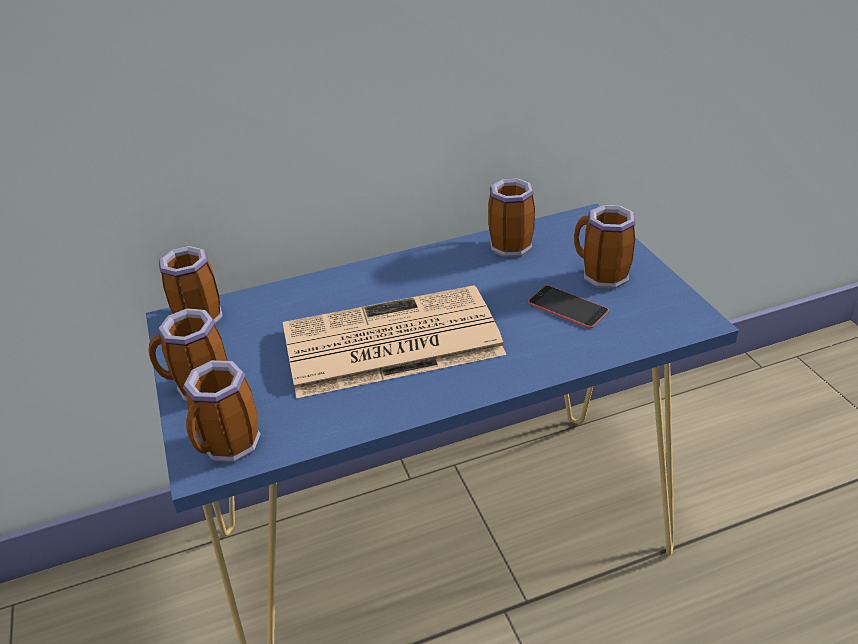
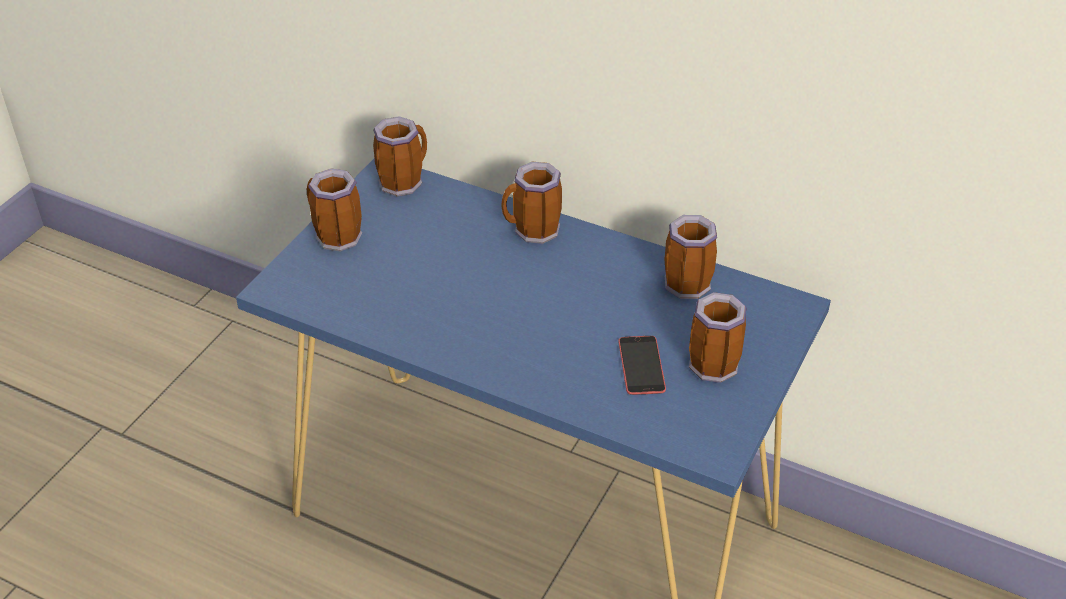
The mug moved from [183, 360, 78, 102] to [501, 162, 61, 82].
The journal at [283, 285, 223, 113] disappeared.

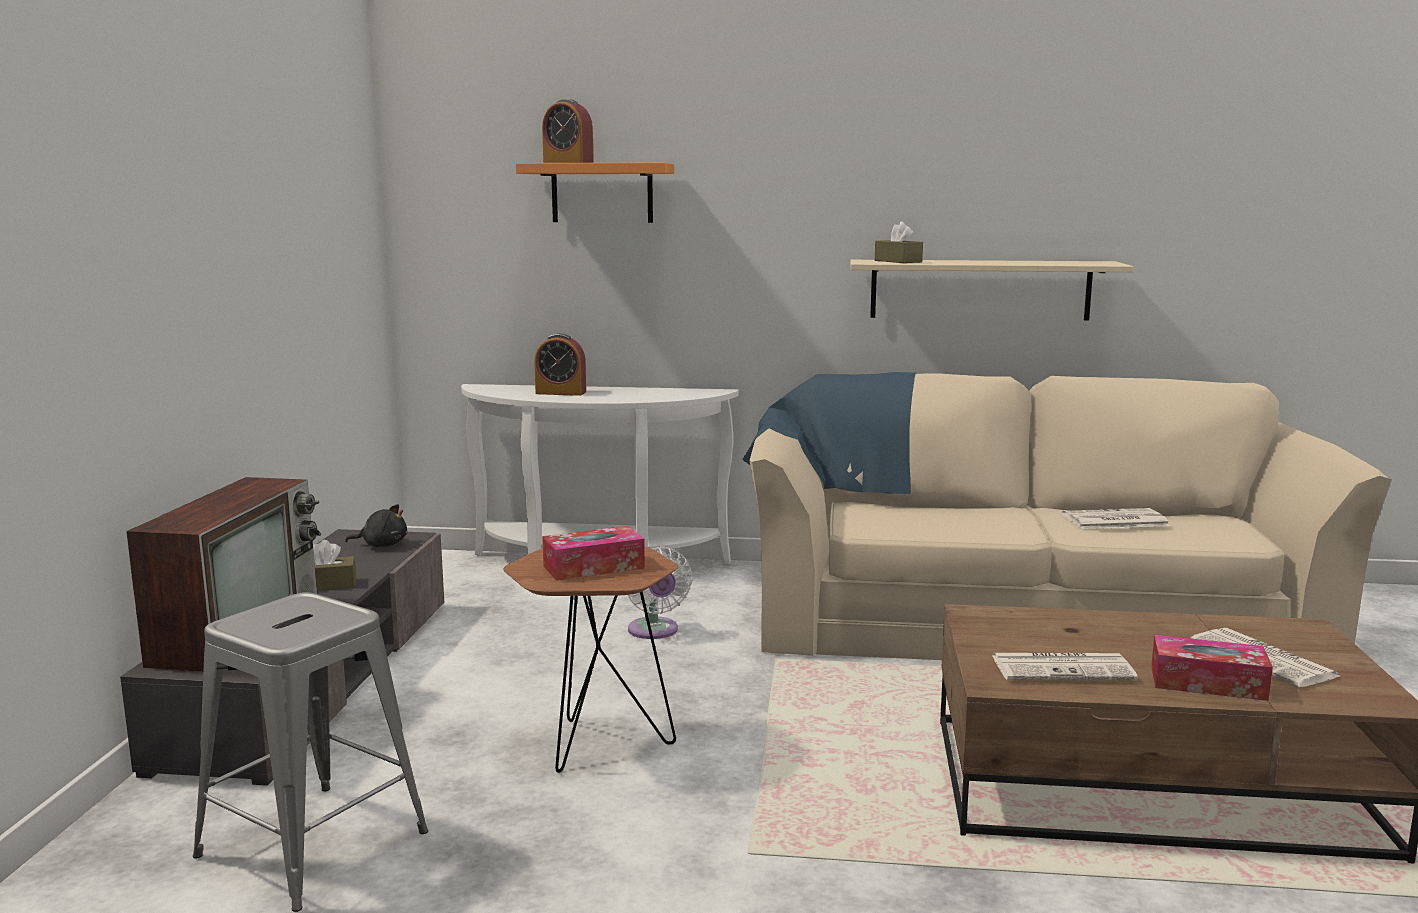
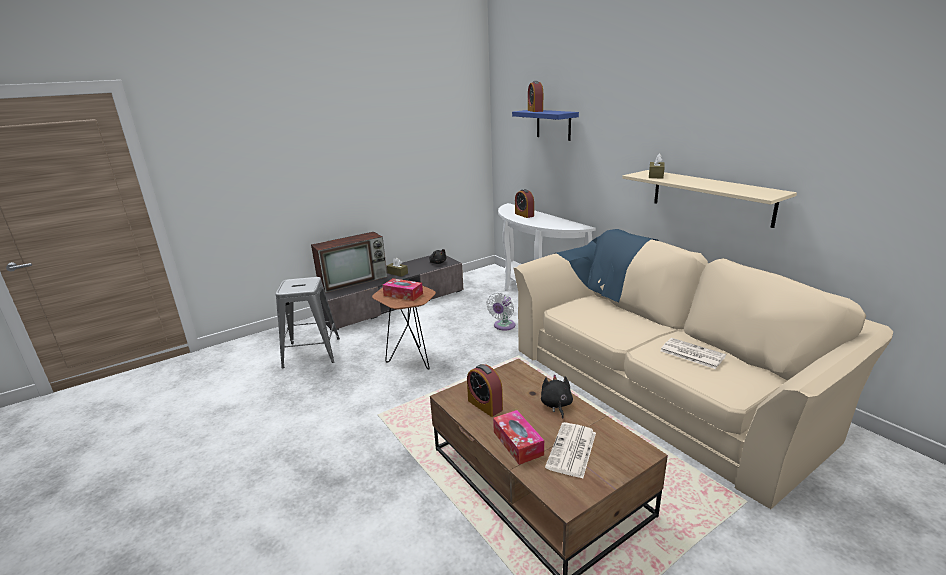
The journal at [992, 653, 146, 27] was replaced by the réveil at [467, 364, 36, 53].
The étagère/orange at [516, 163, 158, 60] became the étagère/bleu at [512, 110, 67, 31].
The peluche/noir at [541, 374, 32, 45] appeared.

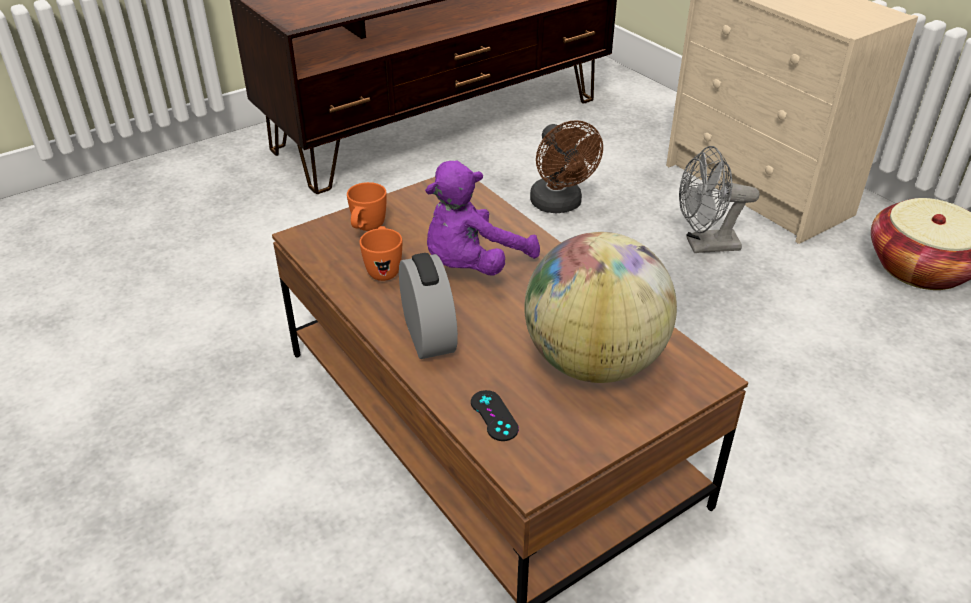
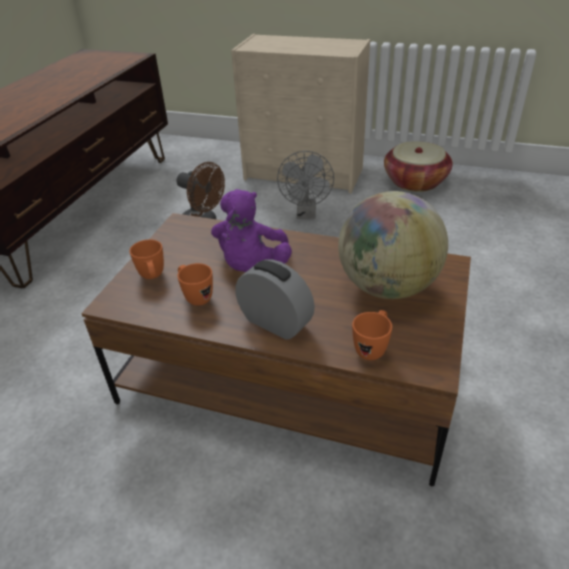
The ventilateur/gris at [679, 146, 81, 107] turned 45 degrees counterclockwise.
The manette/noir at [471, 390, 48, 51] was replaced by the mug/orange at [352, 310, 40, 50].

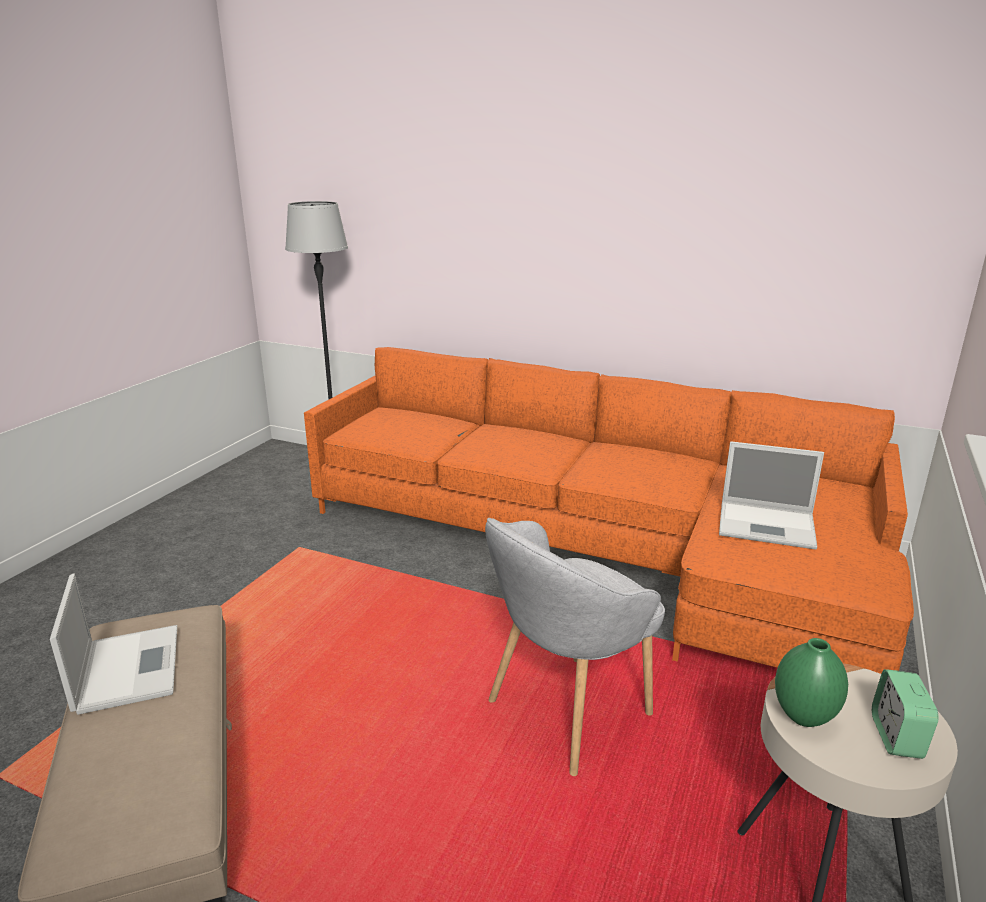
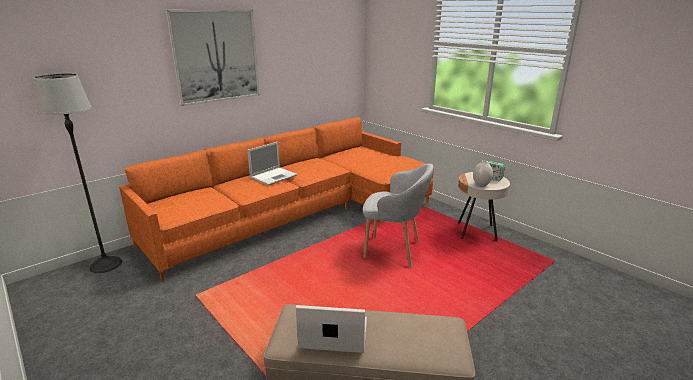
The tableau at [165, 10, 95, 96] appeared.
The ordinateur portable moved from [719, 441, 105, 109] to [247, 142, 50, 44].
The fauteuil/gris at [485, 518, 180, 258] turned 60 degrees counterclockwise.
The vase/vert at [775, 638, 73, 89] became the vase/blanc at [473, 160, 20, 27].

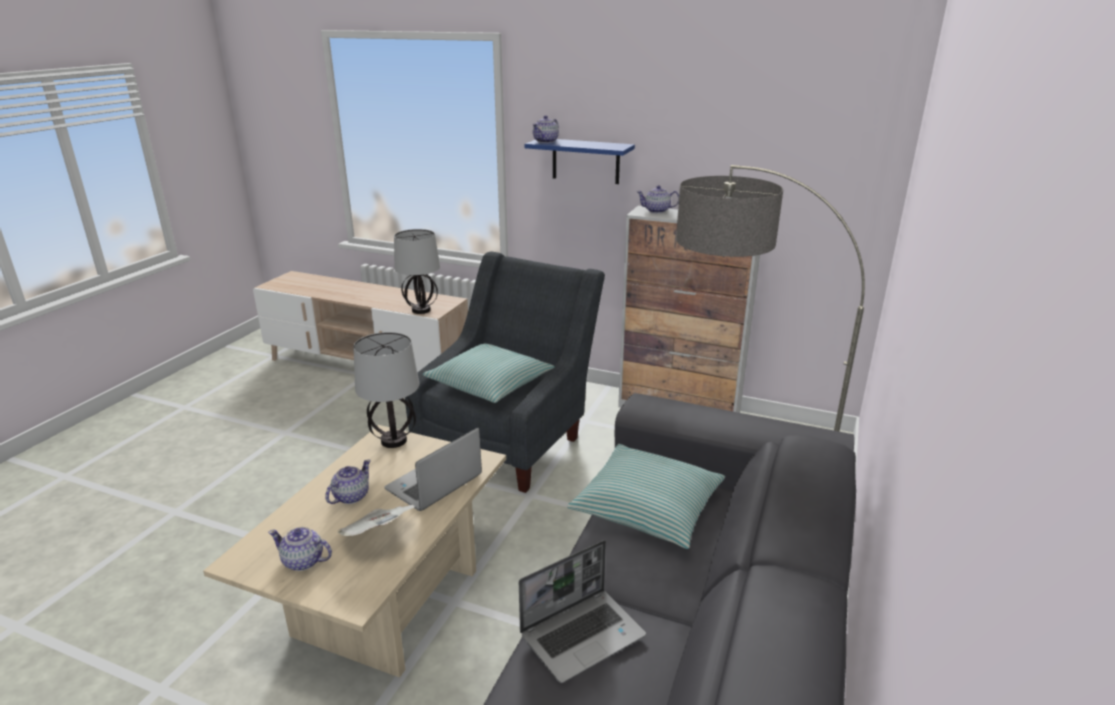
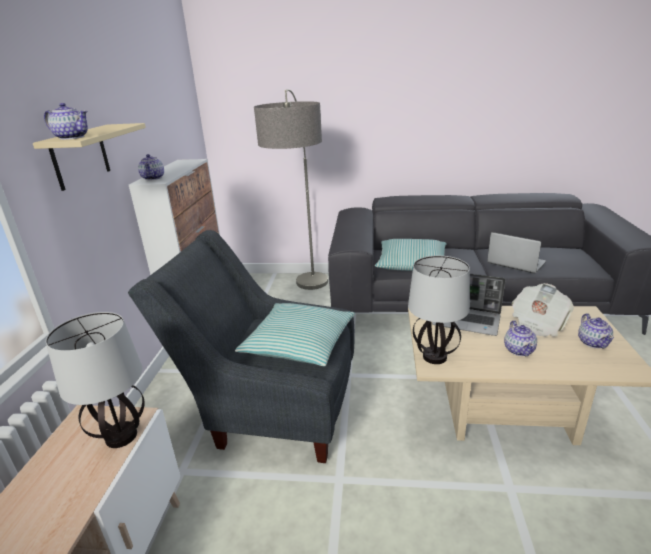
The étagère/bleu at [525, 139, 110, 45] became the étagère/beige at [33, 123, 113, 68].
The théière at [325, 460, 46, 44] turned 105 degrees counterclockwise.

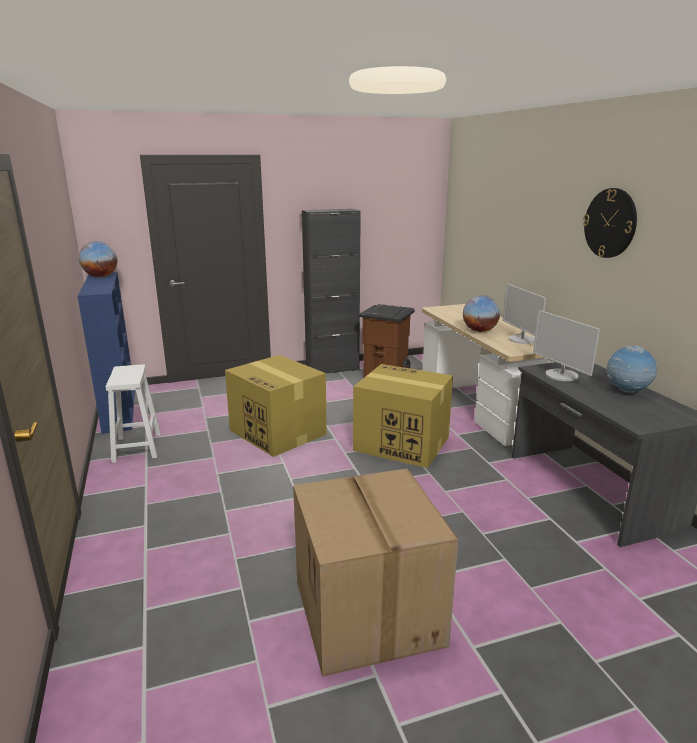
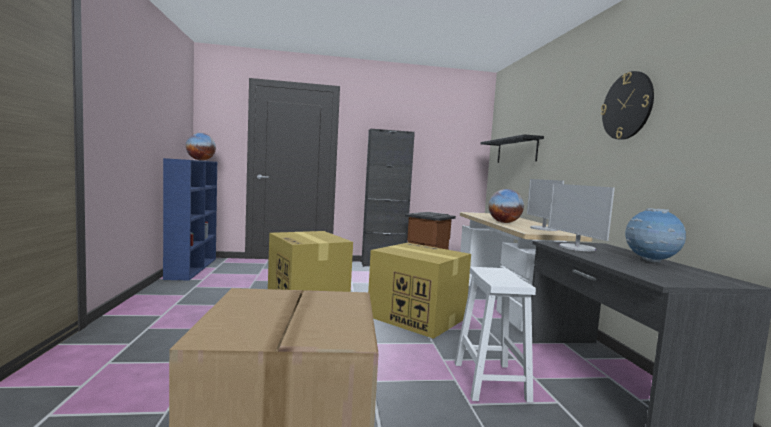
The tabouret/blanc moved from [106, 364, 55, 99] to [455, 267, 81, 136].
The étagère/noir at [481, 134, 63, 29] appeared.

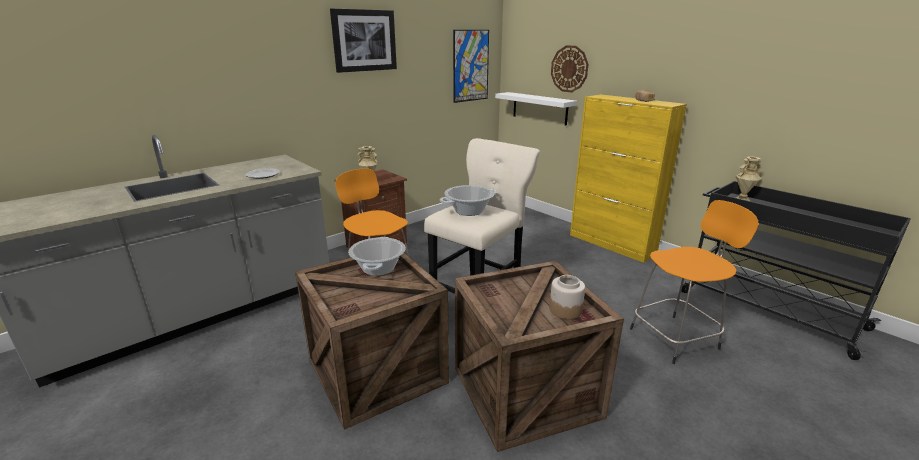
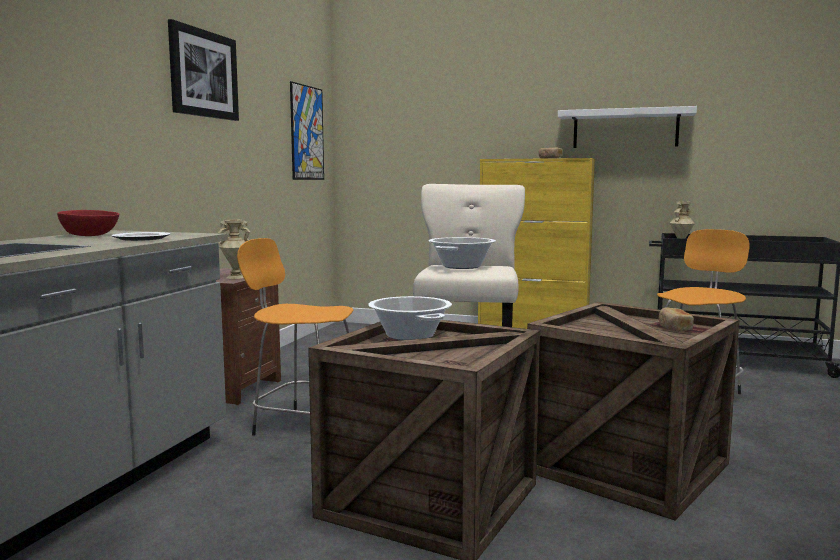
The bol/rouge at [57, 210, 62, 26] appeared.
The étagère/blanc moved from [495, 92, 82, 34] to [558, 106, 139, 42].
The bocal at [549, 275, 36, 44] was replaced by the pain at [659, 307, 35, 25].
The horloge murale at [551, 45, 38, 47] disappeared.

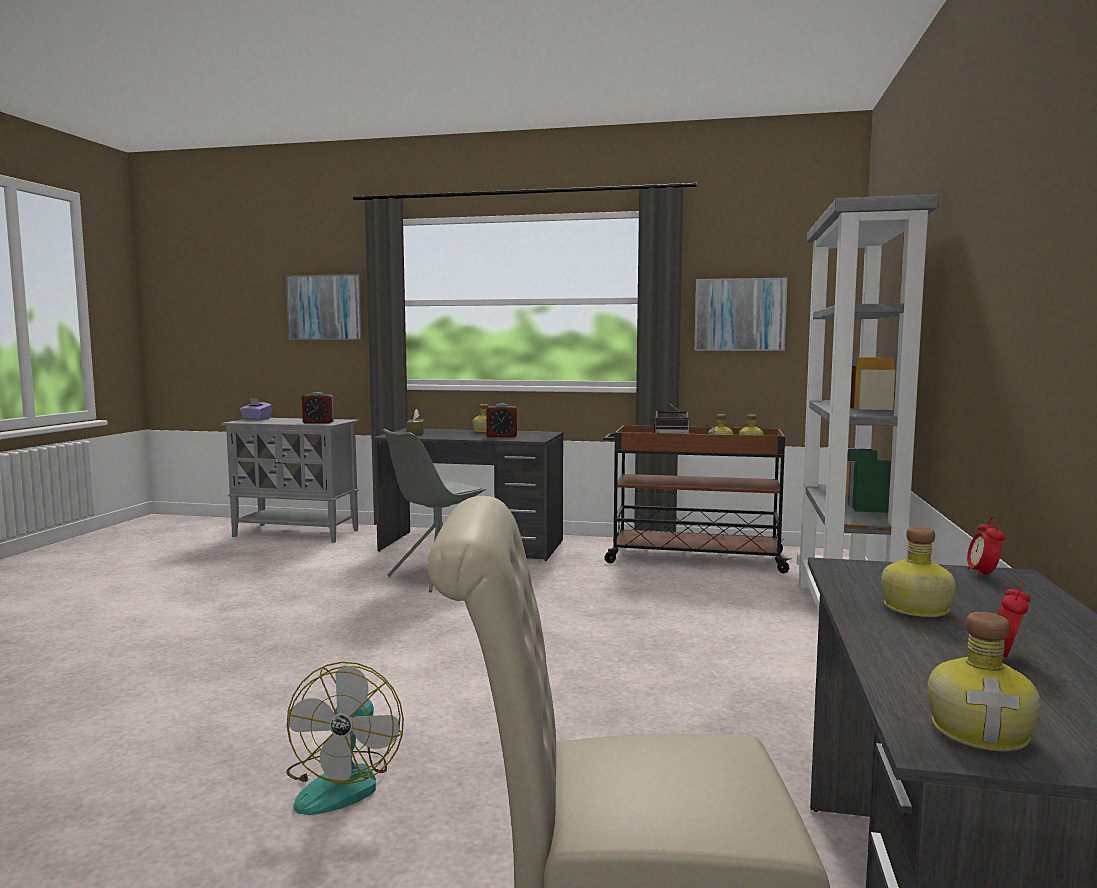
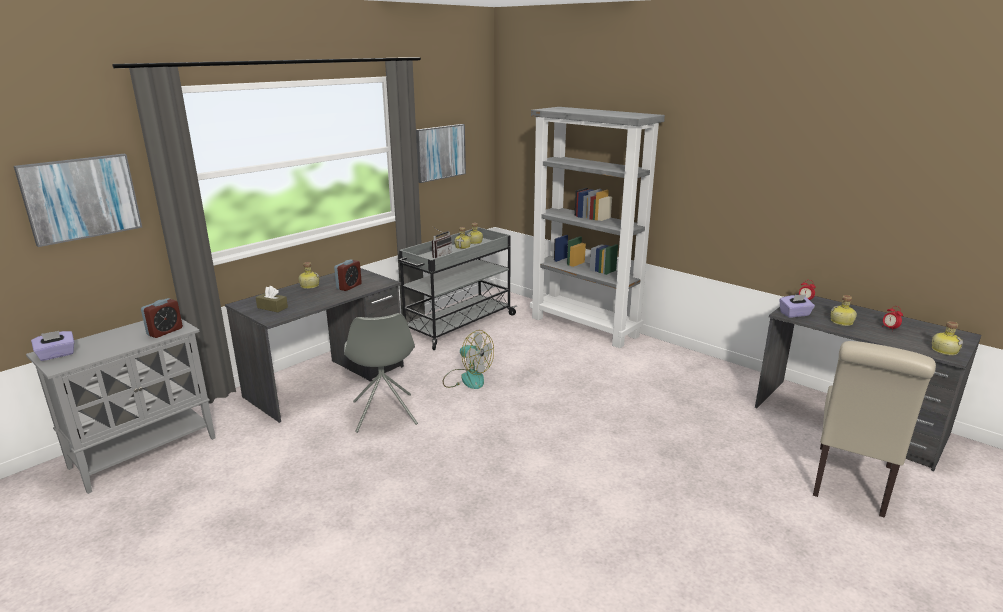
The chariot/marron at [604, 425, 188, 148] became the chariot/gris at [398, 227, 119, 123].
The ventilateur moved from [286, 662, 118, 153] to [443, 330, 51, 59].
The boîte à mouchoirs/violet at [779, 294, 36, 23] appeared.

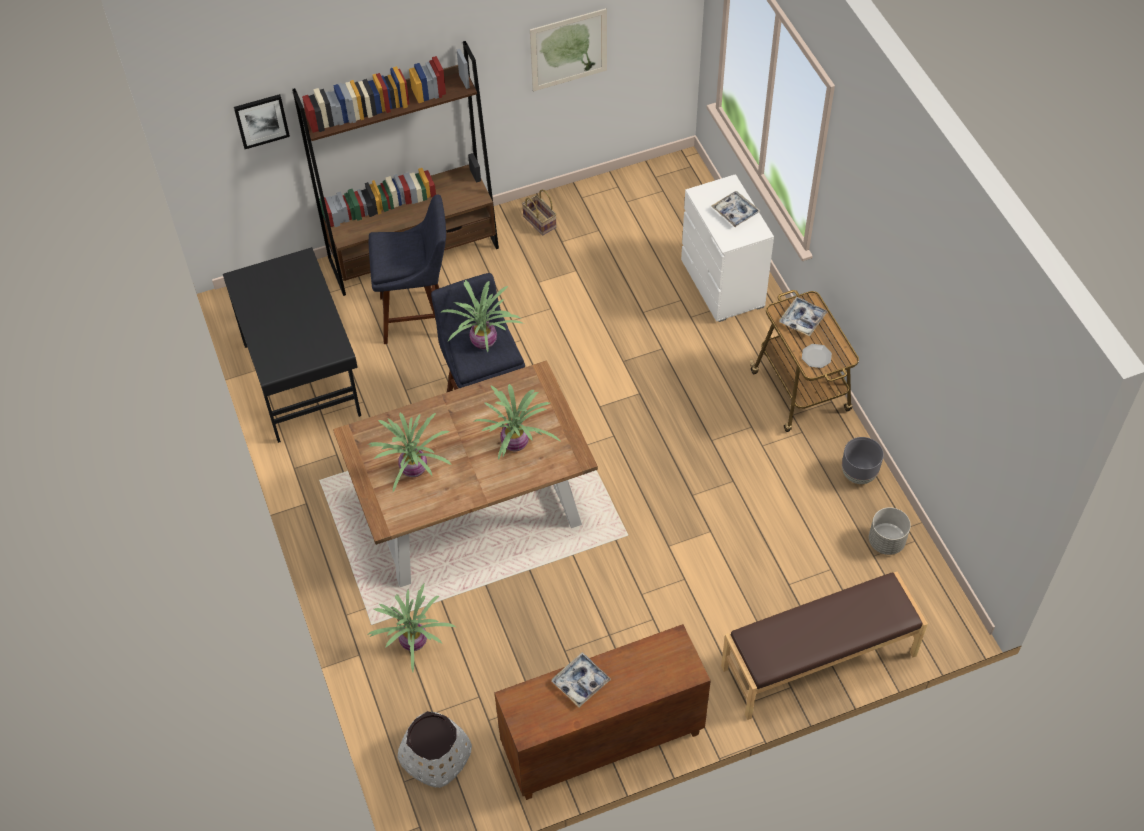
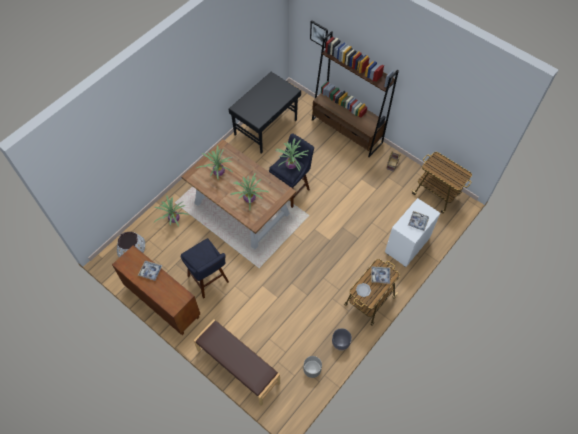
The tabouret/bleu moved from [368, 194, 78, 150] to [181, 238, 48, 61].
The chariot at [411, 152, 61, 62] appeared.
The tableau at [530, 8, 77, 84] disappeared.

